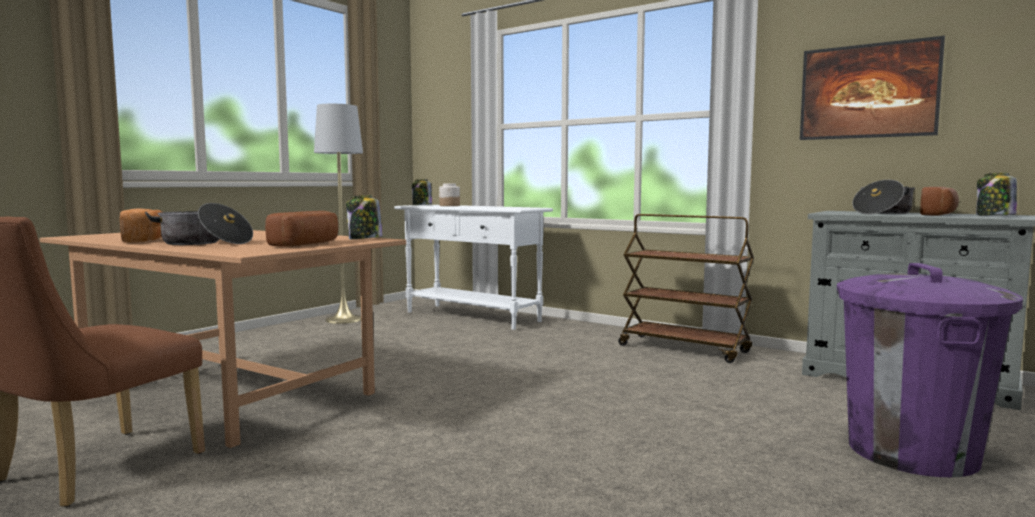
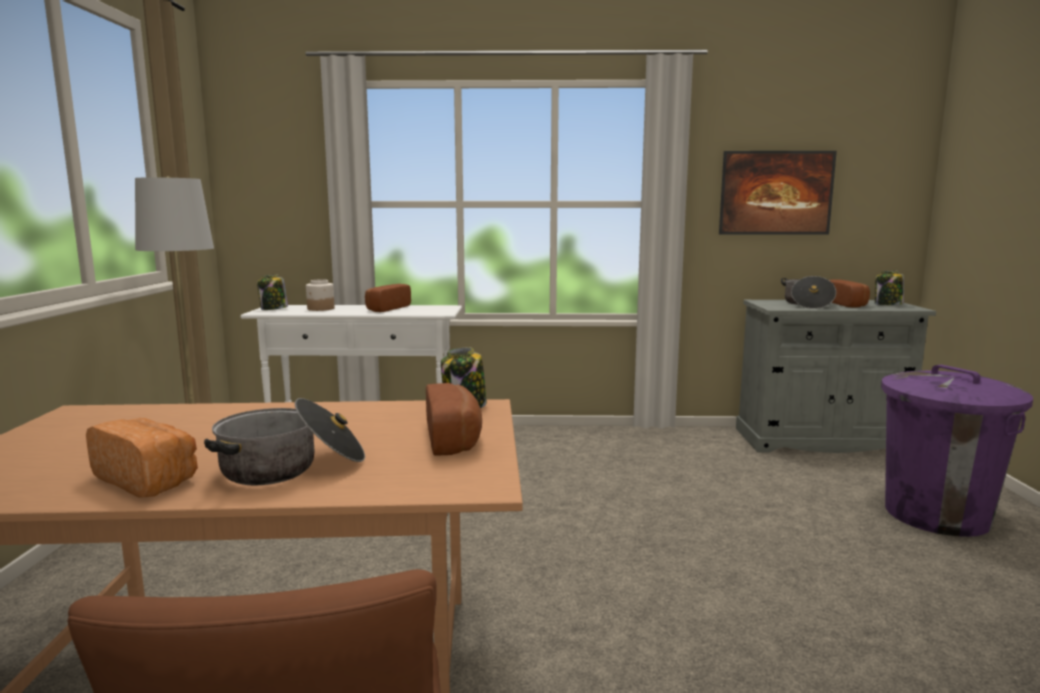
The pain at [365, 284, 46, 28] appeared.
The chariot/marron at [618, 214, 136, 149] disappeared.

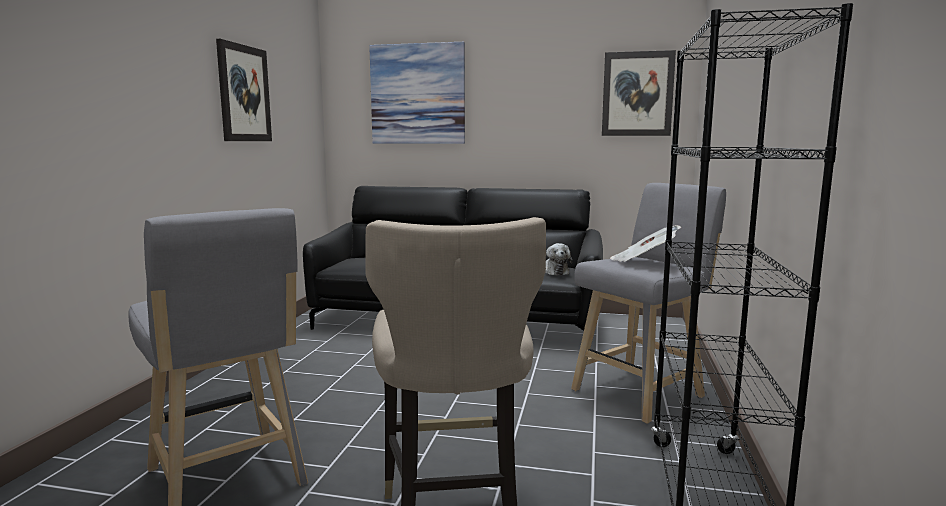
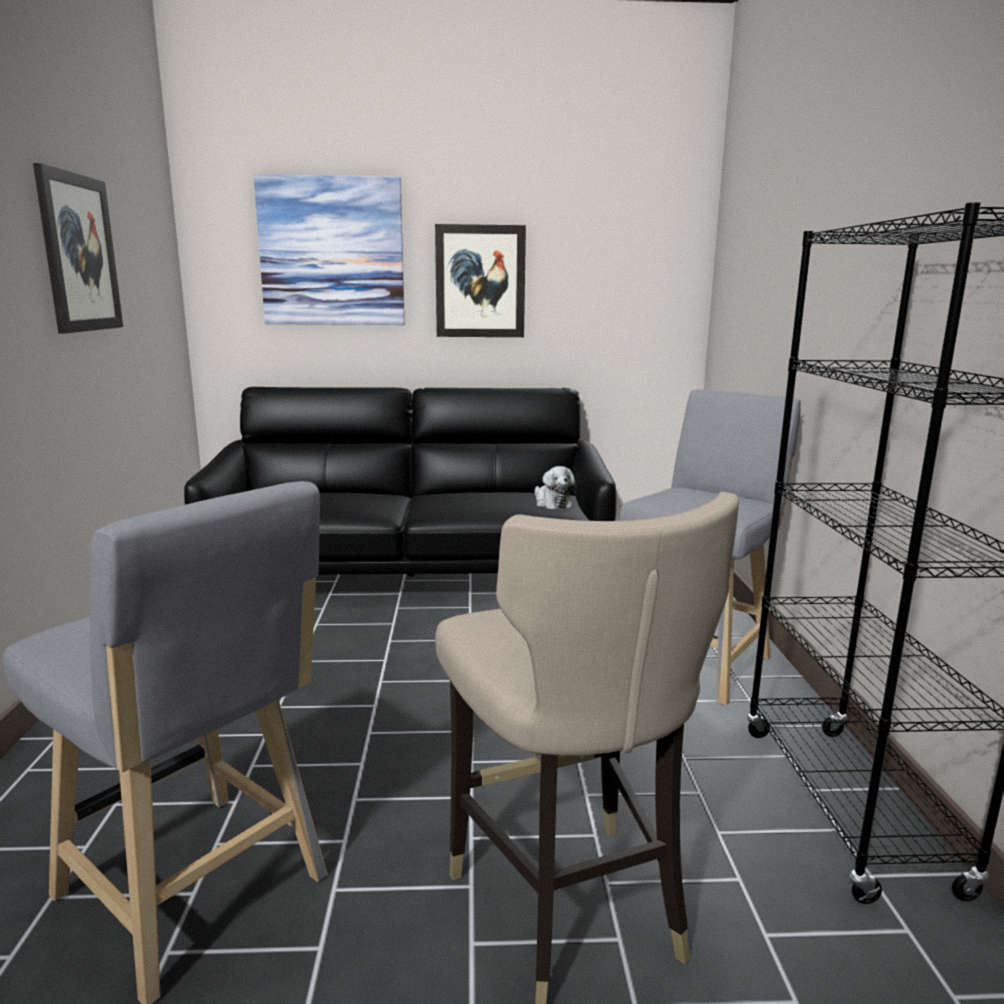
The tableau moved from [602, 50, 74, 86] to [435, 224, 91, 113].
The journal at [610, 225, 71, 37] disappeared.

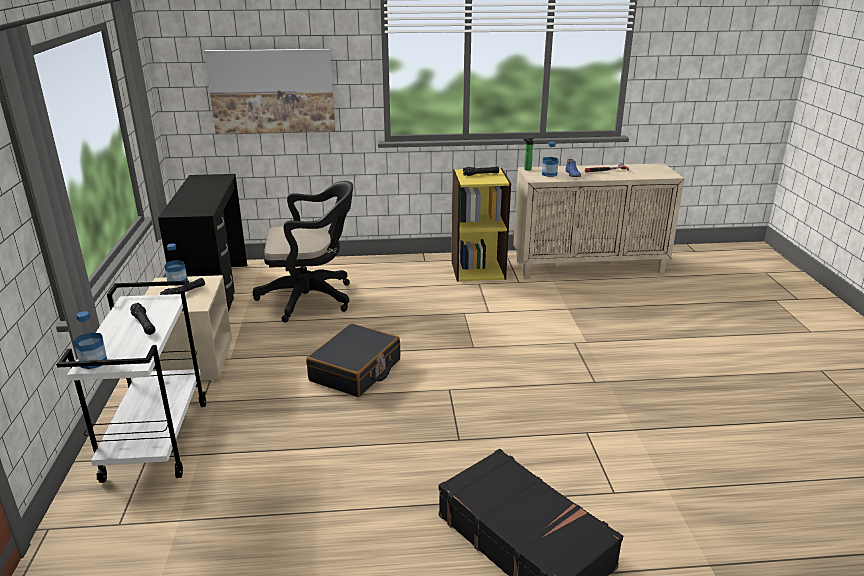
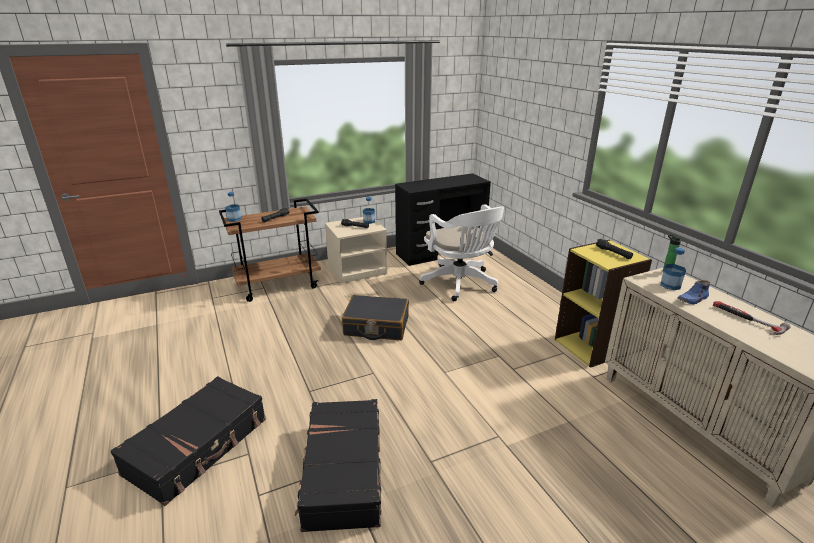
The chariot/blanc at [56, 281, 150, 202] became the chariot/marron at [219, 199, 102, 103].
The valise/noir at [295, 399, 86, 133] appeared.
The chaise de bureau/noir at [253, 181, 100, 142] became the chaise de bureau/blanc at [419, 204, 85, 97].
The tableau at [204, 49, 131, 85] disappeared.

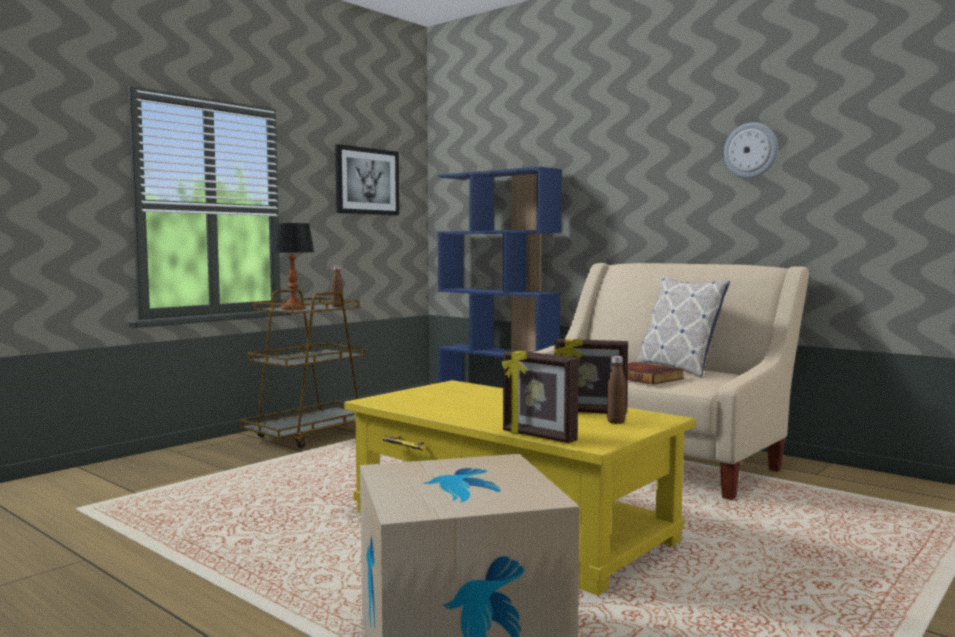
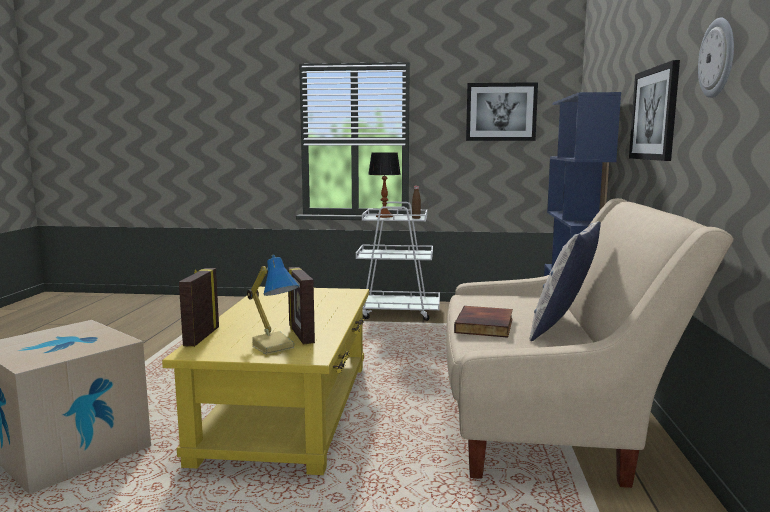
The bouteille/marron at [607, 356, 19, 68] was replaced by the lampe de table at [247, 255, 52, 100].
The chariot/marron at [240, 289, 126, 159] became the chariot/blanc at [356, 202, 84, 119].
The tableau at [629, 60, 51, 101] appeared.

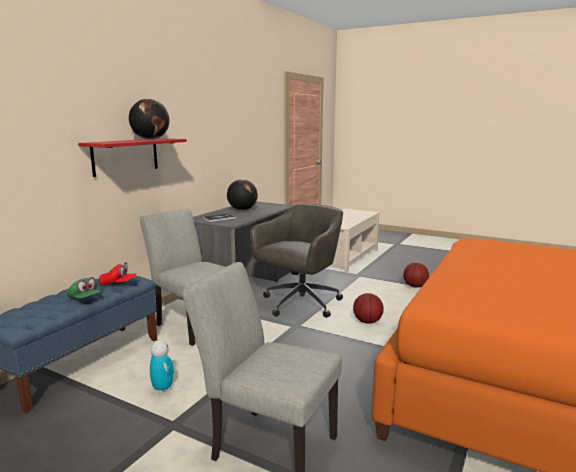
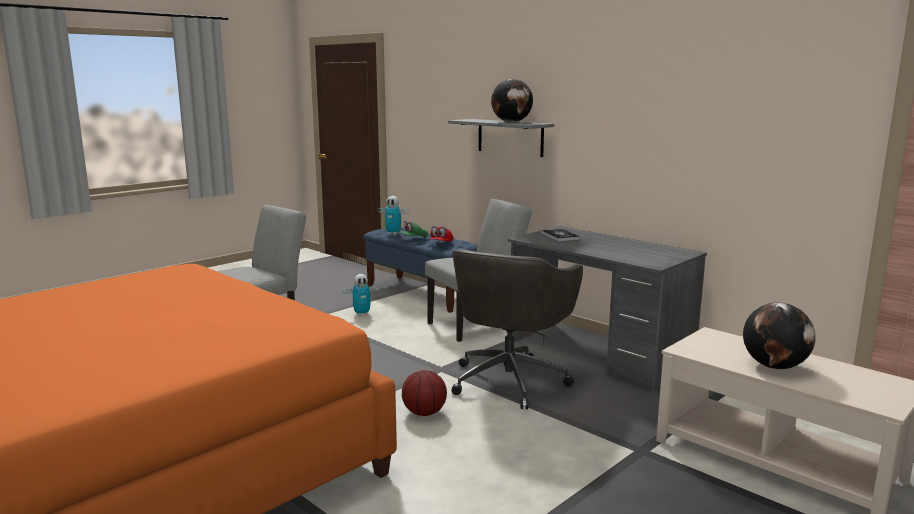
The robot jouet at [378, 196, 31, 39] appeared.
The étagère/rouge at [78, 138, 109, 39] became the étagère/gris at [448, 119, 106, 38].
The chaise de bureau/gris at [250, 204, 93, 114] turned 60 degrees clockwise.
The globe moved from [227, 179, 31, 31] to [743, 303, 72, 66].
The ballon de basket at [403, 263, 26, 25] disappeared.

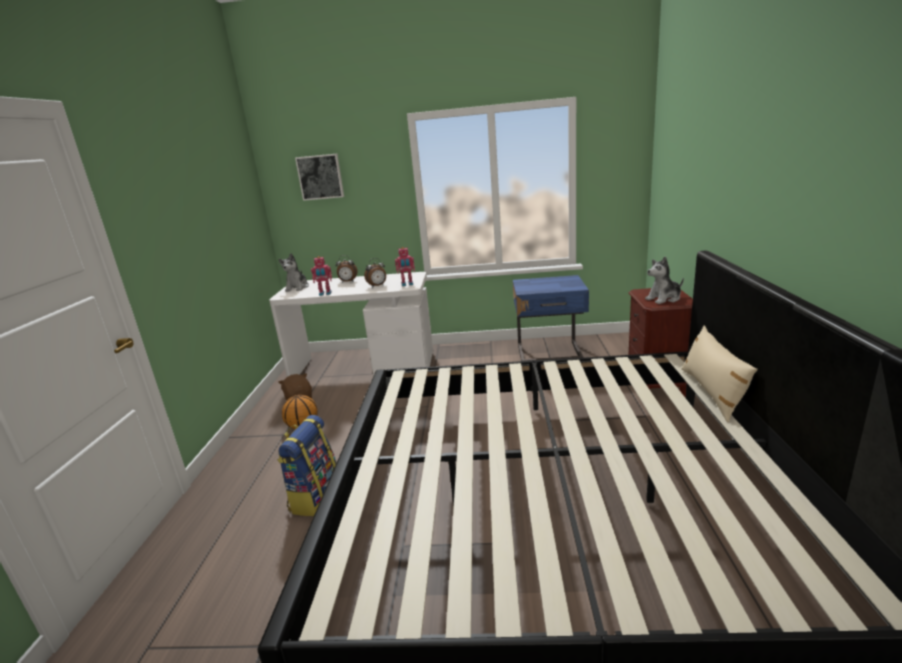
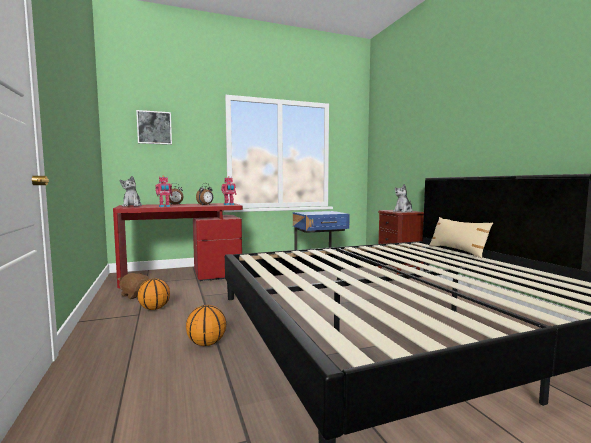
The bureau/blanc at [269, 272, 164, 105] became the bureau/rouge at [113, 203, 130, 85].
The sac à dos at [277, 415, 59, 101] was replaced by the ballon de basket at [186, 305, 40, 41].

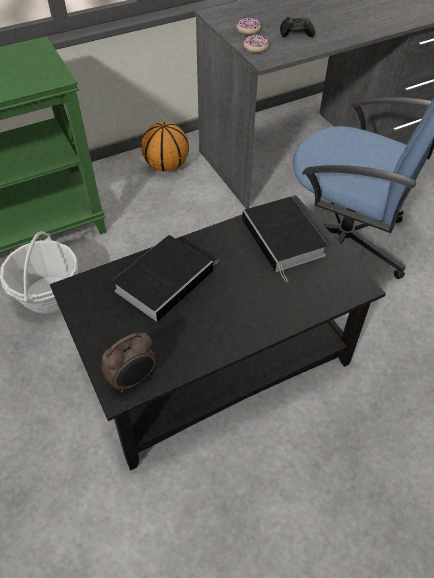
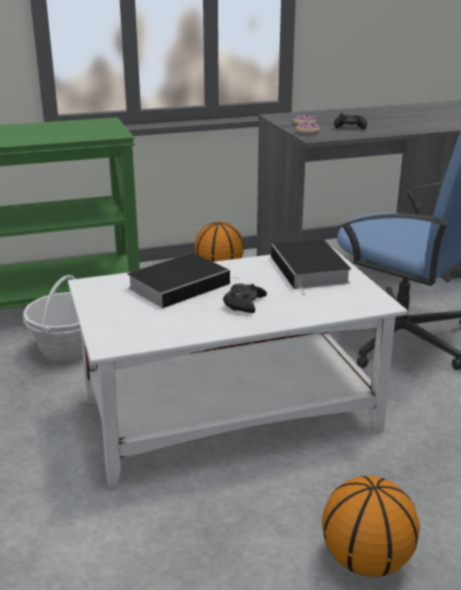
The table basse/noir at [50, 195, 336, 276] became the table basse/blanc at [68, 247, 340, 241].
The manette/noir at [223, 283, 44, 30] appeared.
The ballon de basket at [322, 476, 98, 101] appeared.
The réveil at [101, 332, 55, 61] disappeared.

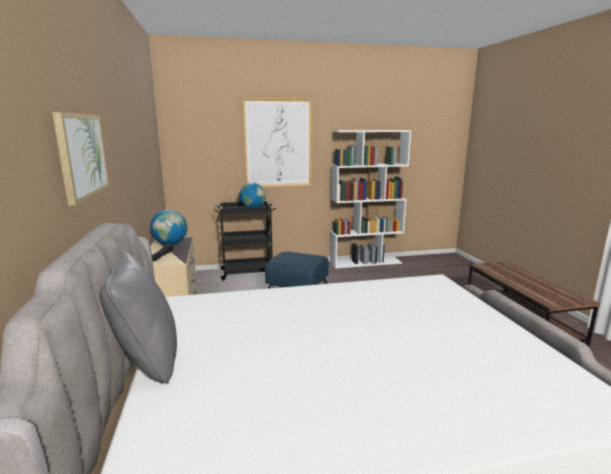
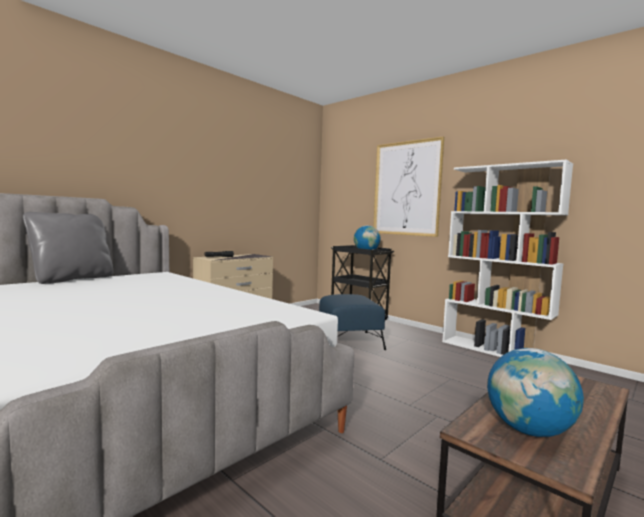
The globe moved from [150, 210, 37, 35] to [487, 348, 97, 89].
The tableau at [52, 112, 57, 94] disappeared.

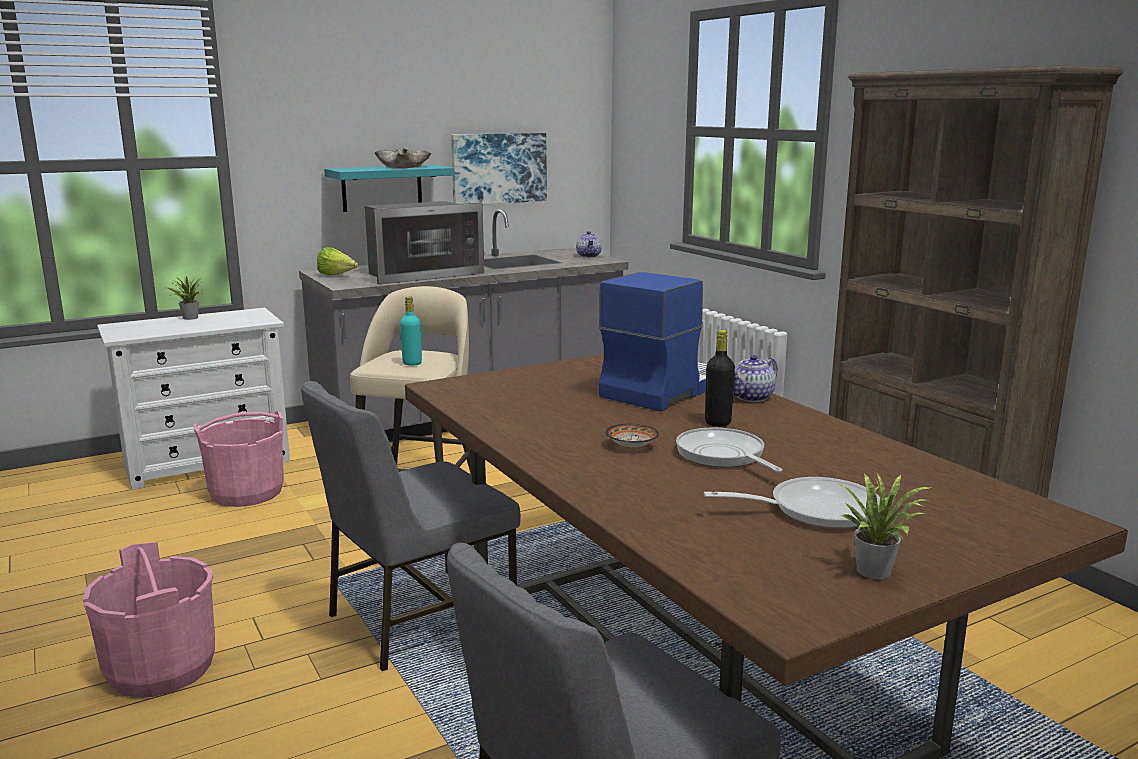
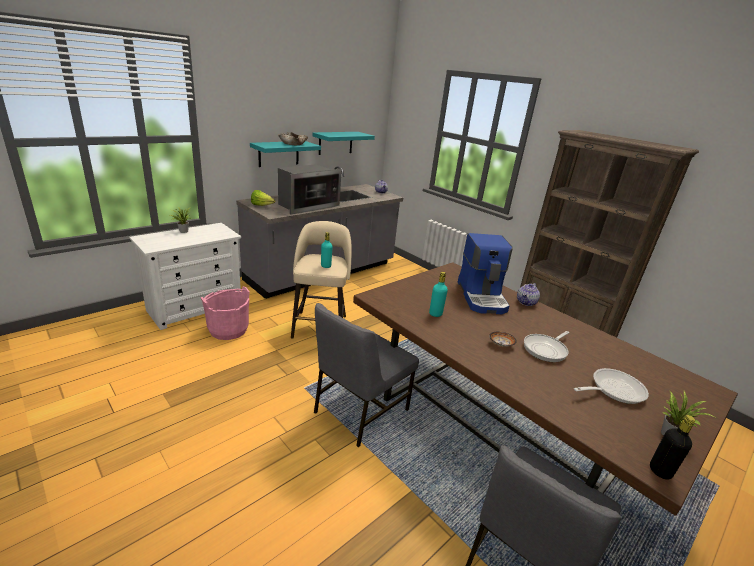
The tableau at [451, 133, 96, 71] was replaced by the étagère/turquoise at [312, 132, 63, 23].
The bouteille/turquoise at [429, 272, 19, 45] appeared.
The machine à café at [599, 272, 108, 139] turned 150 degrees clockwise.
The poêle at [676, 428, 107, 44] turned 90 degrees counterclockwise.
The bouteille/noir moved from [705, 330, 30, 97] to [650, 415, 45, 65].
The seau/rose at [83, 542, 132, 156] disappeared.

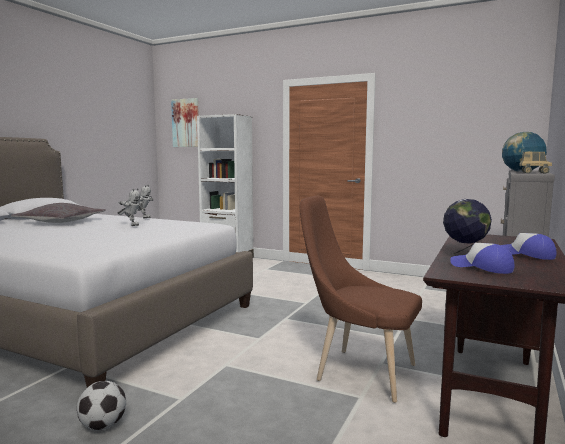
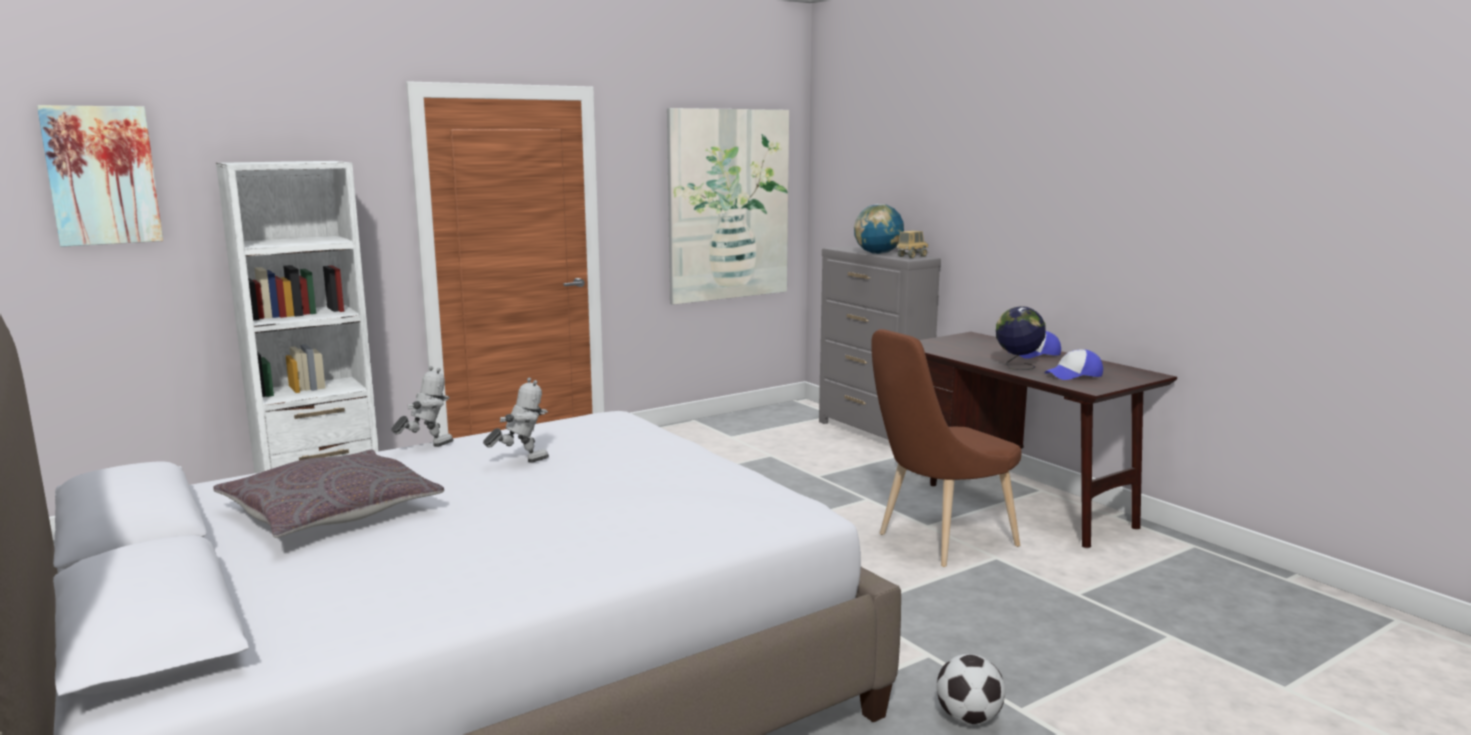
The tableau at [667, 108, 122, 197] appeared.

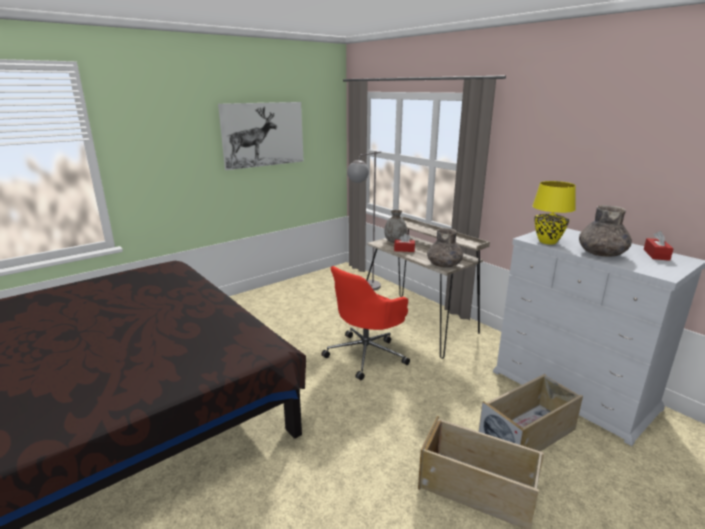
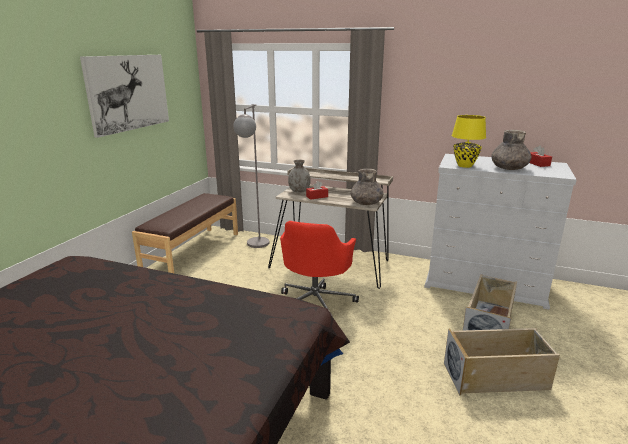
The banc/marron at [132, 193, 106, 80] appeared.

